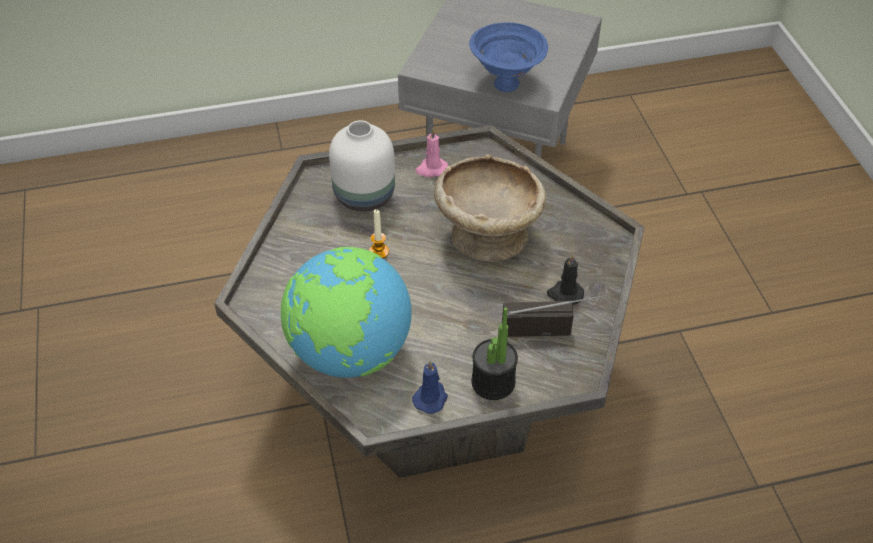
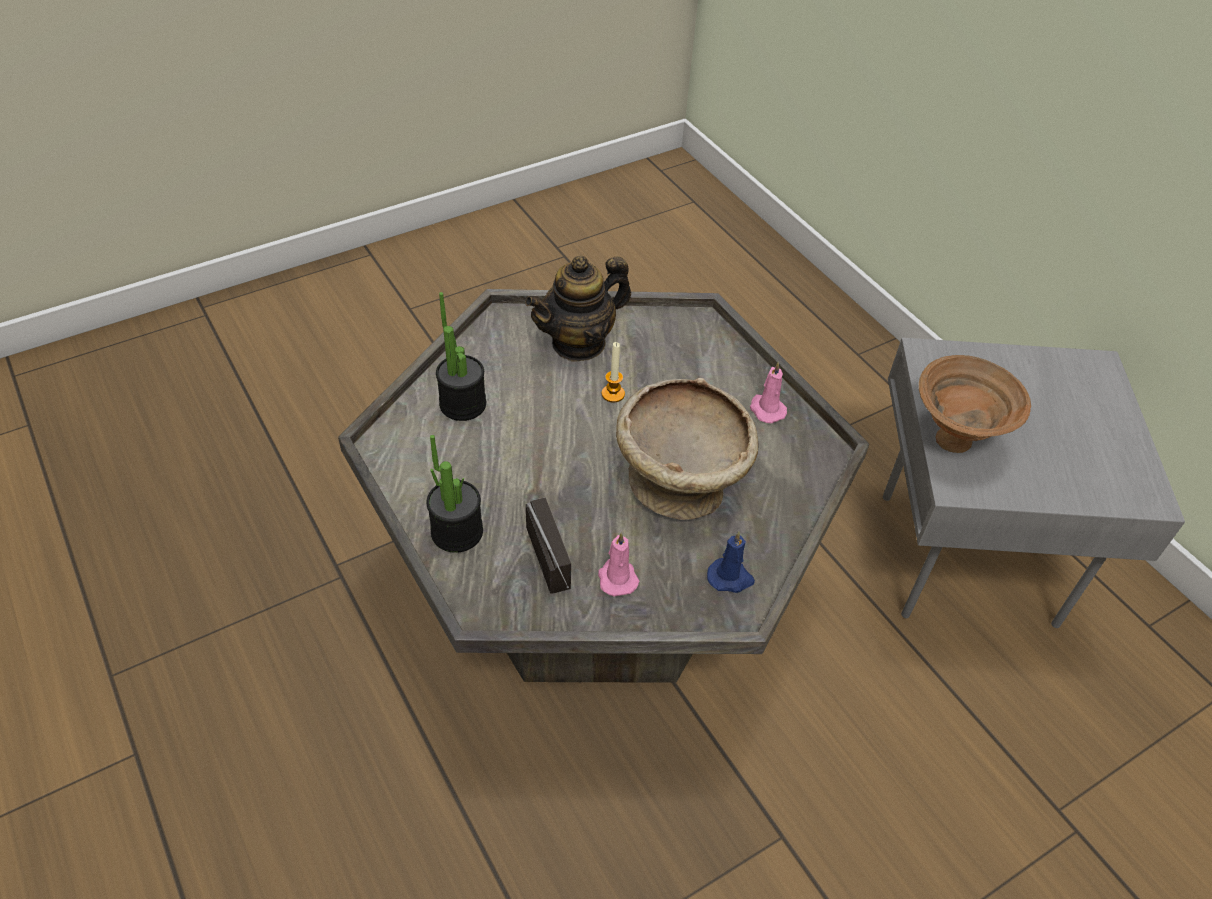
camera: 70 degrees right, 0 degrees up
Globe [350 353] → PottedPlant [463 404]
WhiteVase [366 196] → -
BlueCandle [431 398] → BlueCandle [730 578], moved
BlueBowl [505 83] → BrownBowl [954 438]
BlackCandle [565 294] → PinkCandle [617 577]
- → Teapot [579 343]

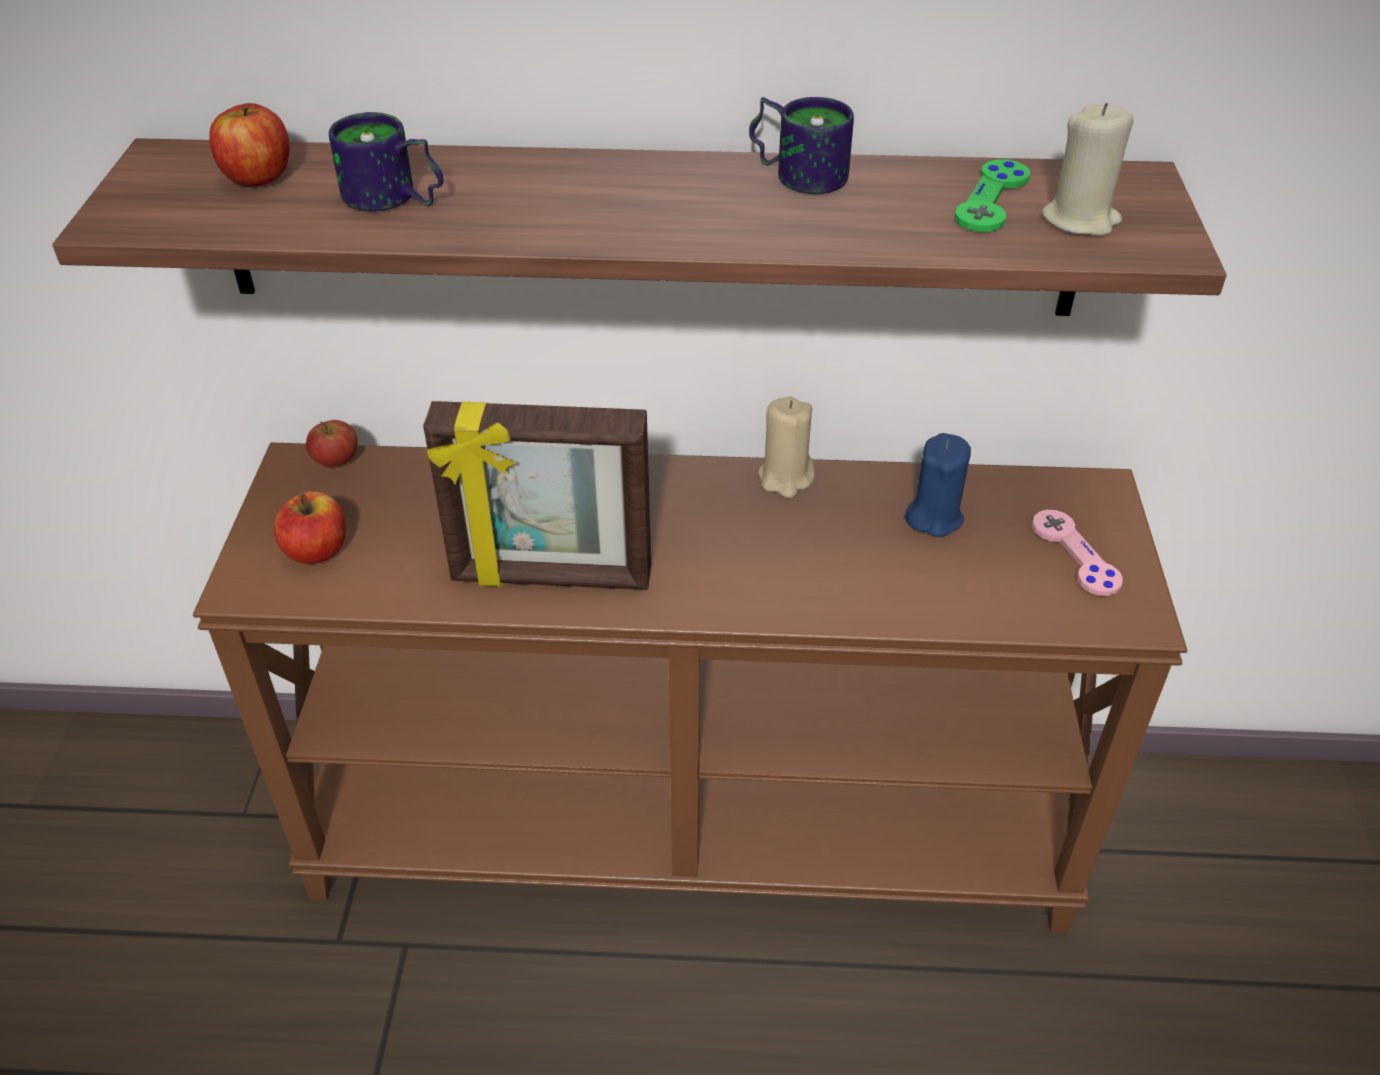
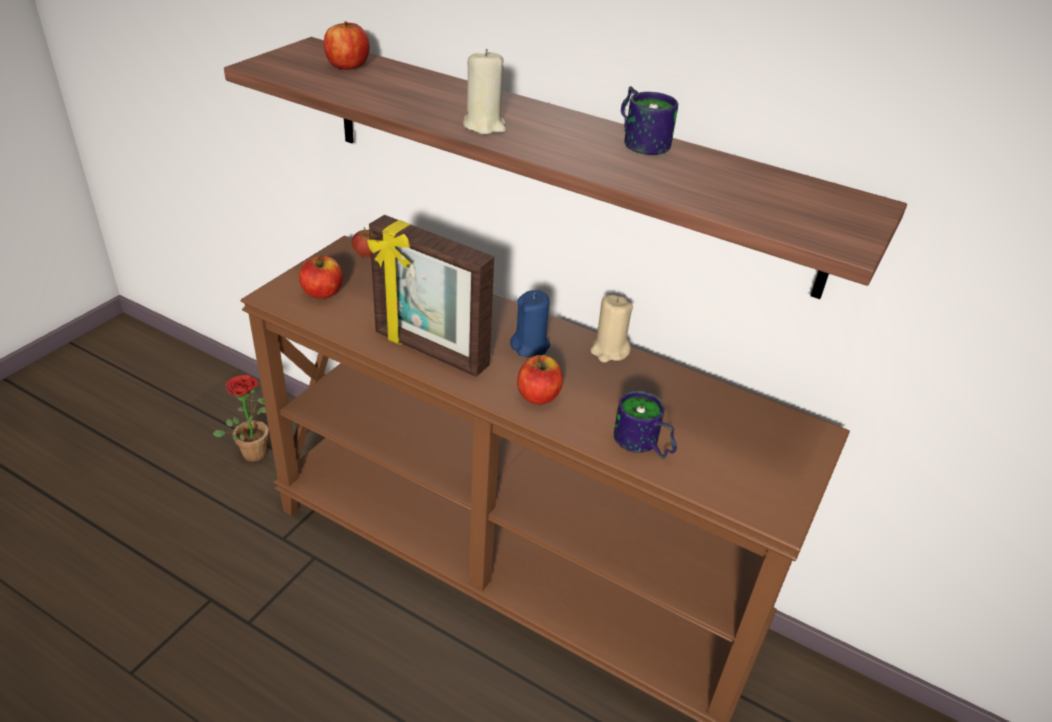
camera: 25 degrees right, 5 degrees down
Mug [392 201] → Mug [642 446], moved
BlueCandle [934 517] → BlueCandle [530 346], moved
GreenGameController [992 199] → -
PinkGameController [1075 554] → -
BeigeCandle [1080 219] → BeigeCandle [484 126], moved
- → PottedPlant [254 450]
- → Apple [538 396]

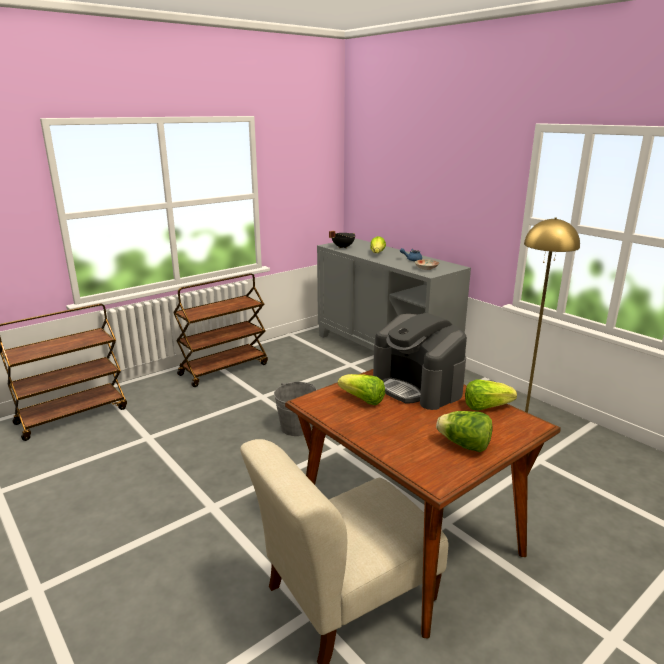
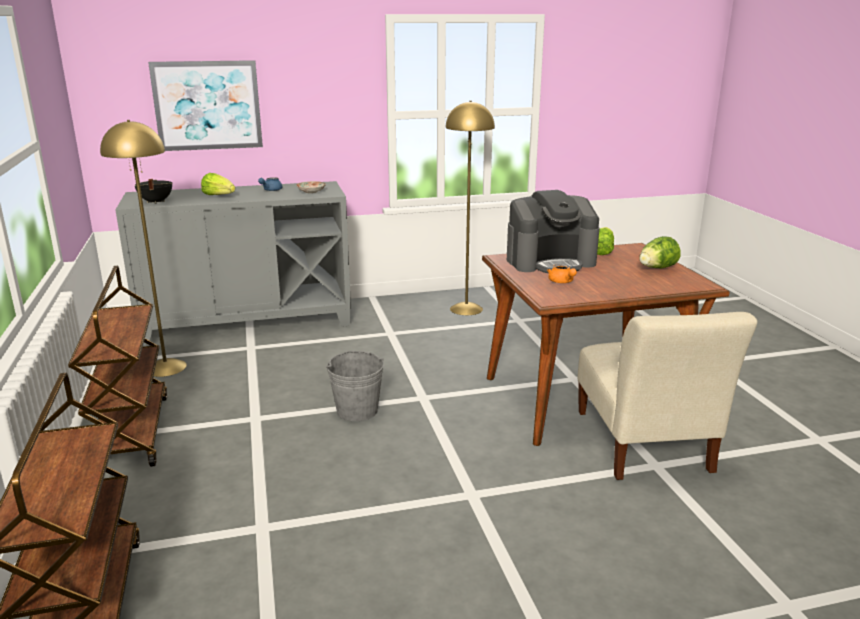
camera: 65 degrees left, 0 degrees up
Lettuce [362 400] → OrangeTeapot [562 282]
- → YellowFloorLamp [165 367]
- → Picture [207 105]

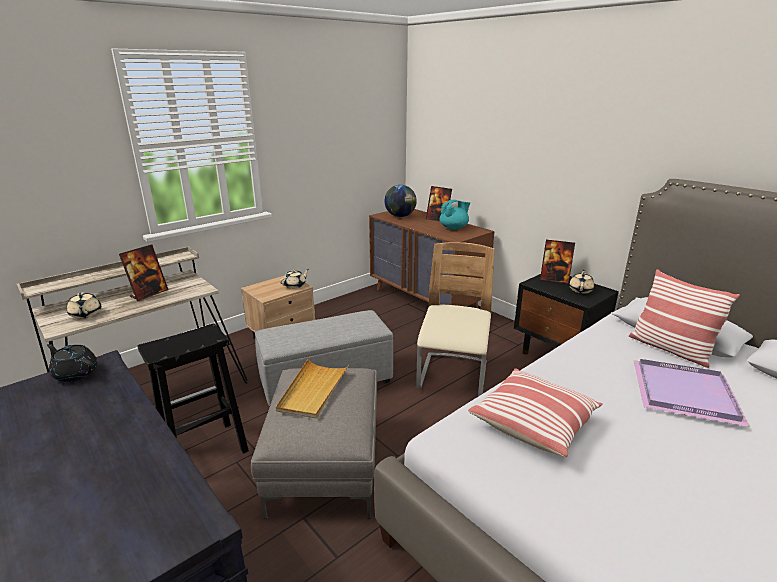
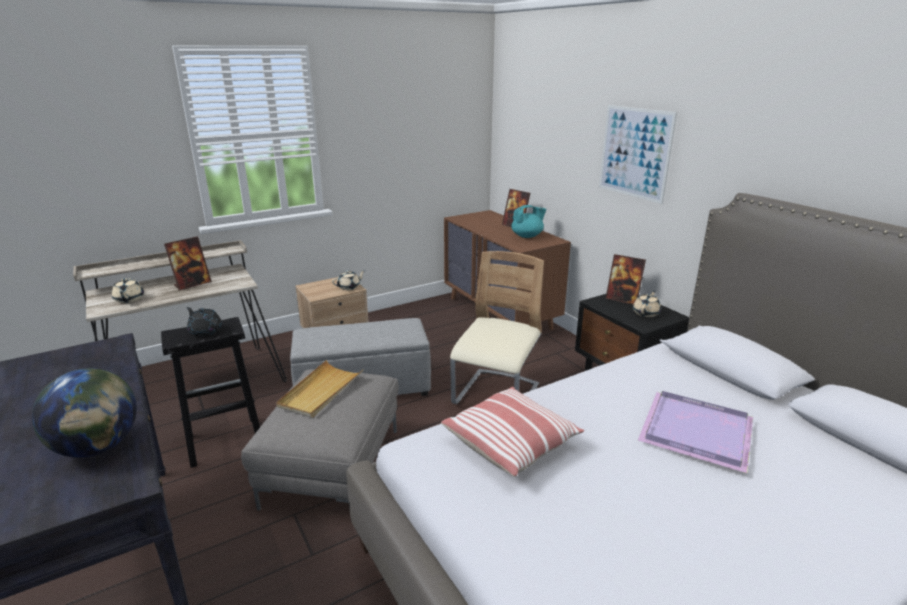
camera: 10 degrees right, 0 degrees up
BlackTeapot [75 373] → BlackTeapot [205 331], moved
Globe [400 216] → Globe [98 447], moved
Pillow [670 349] → -
- → Picture [635 153]

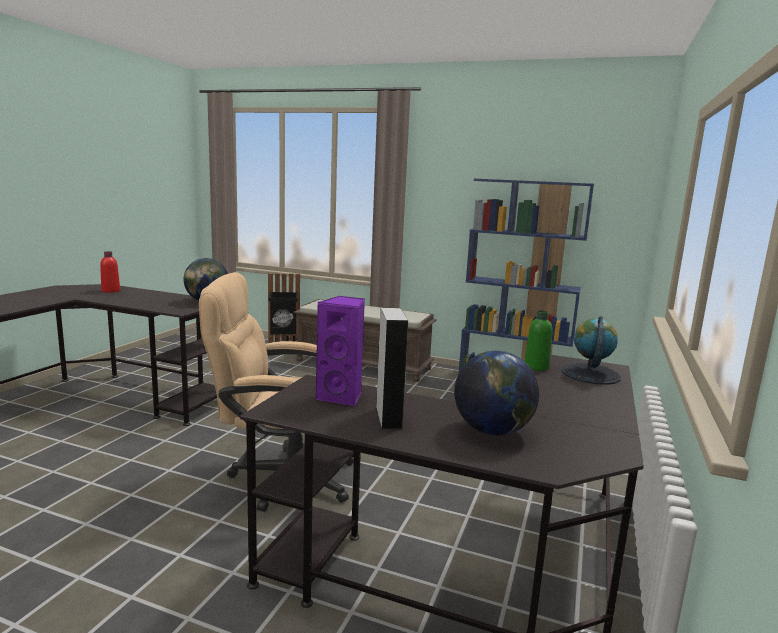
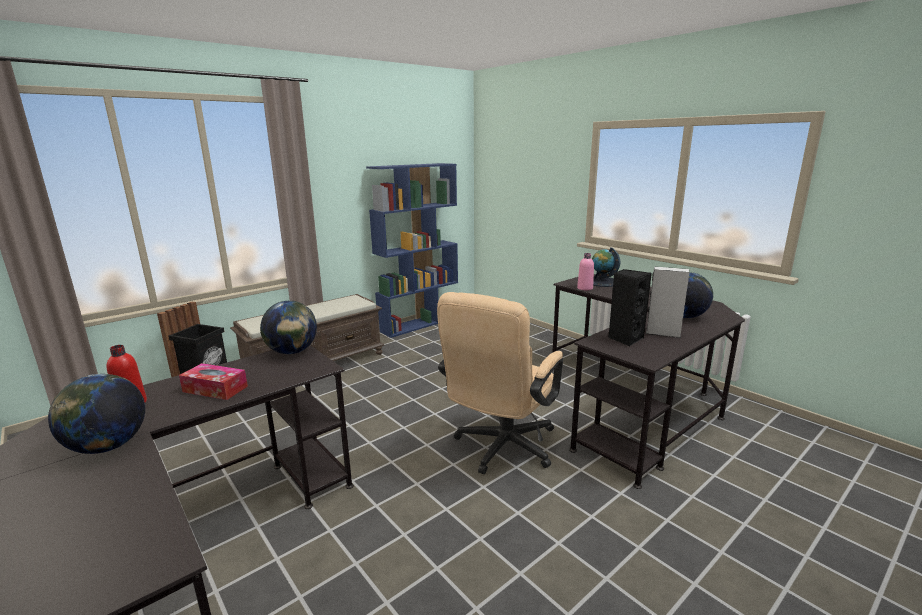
camera: 60 degrees left, 5 degrees up
PurpleSpeaker [342 397] → BlackSpeaker [625 338]
GreenBottle [536 367] → PinkBottle [585 288]
- → Globe [108 447]
- → TissueBox [215 389]

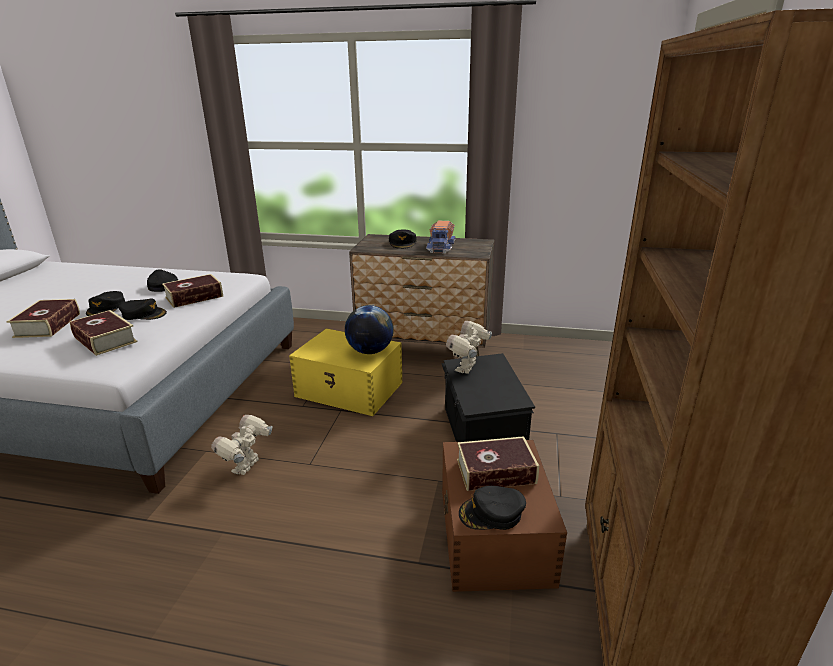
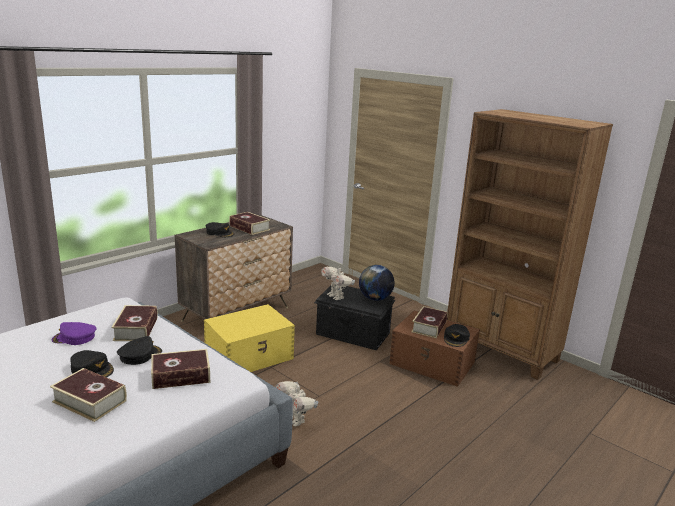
camera: 60 degrees left, 5 degrees down
BlackCap [162 286] → PurpleCap [74 338]
Globe [370 351] → Globe [375 299], moved
ToyTruck [441 247] → Book [249 228]

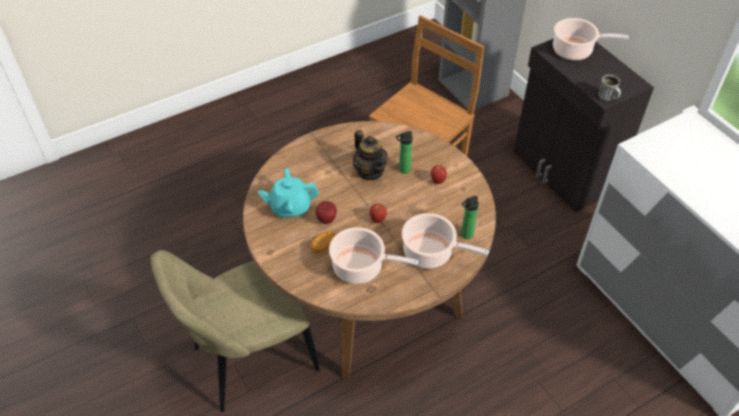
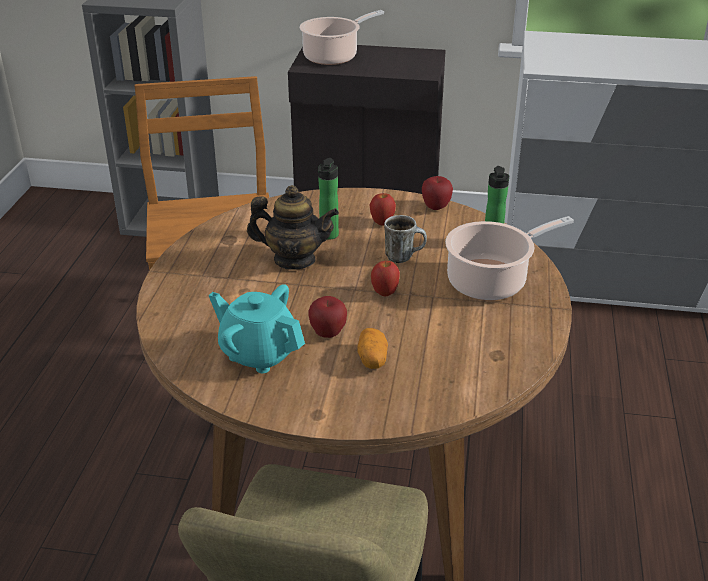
camera: 50 degrees left, 15 degrees down
TurquoiseTeapot [290 207] → TurquoiseTeapot [259 353], 90 degrees clockwise
CookingPot [361 267] → -
Mug [608 98] → Mug [404 256], moved
- → Apple [436 207]

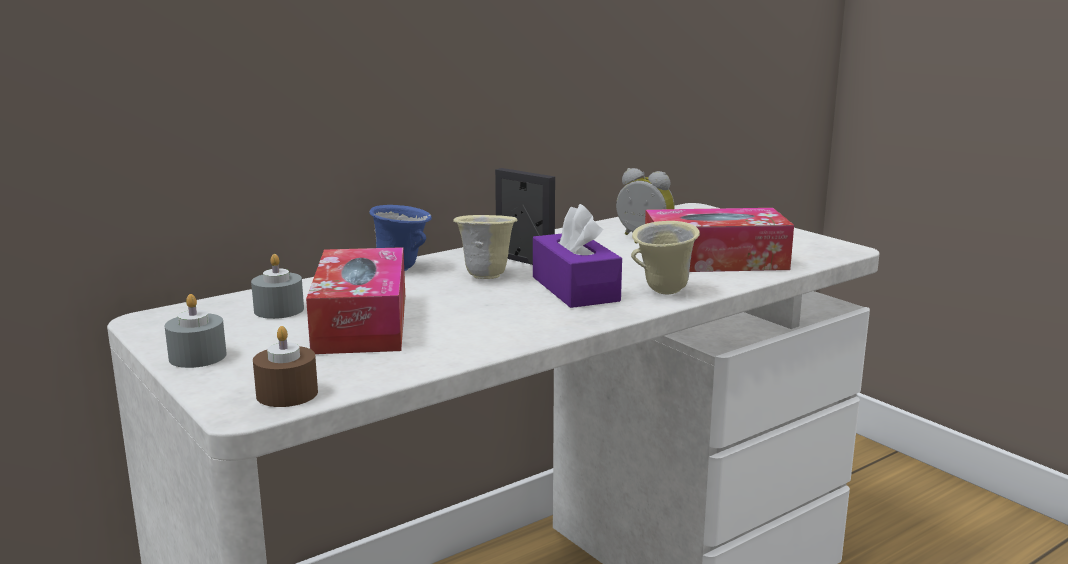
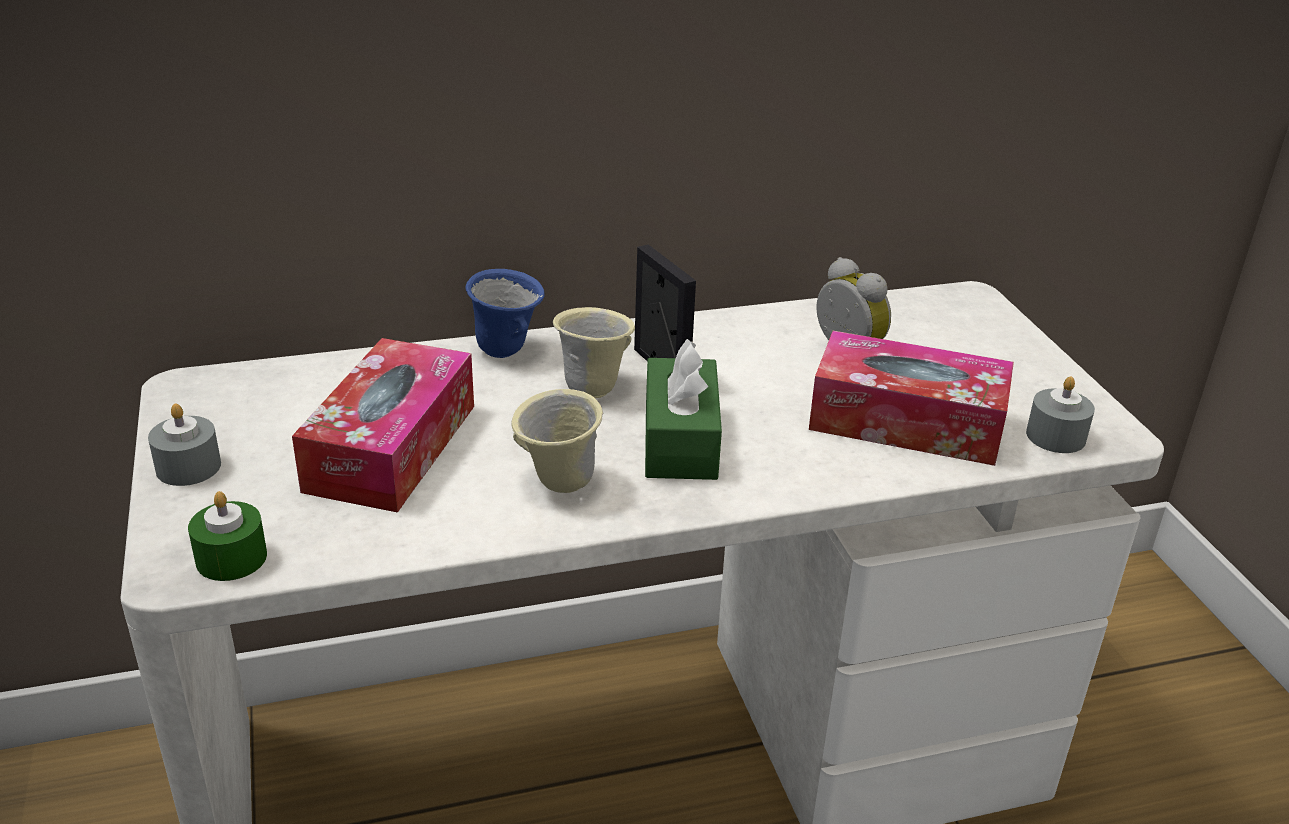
camera: 20 degrees right, 15 degrees up
GreyCandle [279 310] → GreyCandle [1055 436], moved
BrownCandle [287 394] → GreenCandle [231 558]
PurpleTissueBox [575 289] → GreenTissueBox [680 440]
BeigeMug [663 292] → BeigeMug [558 486], moved

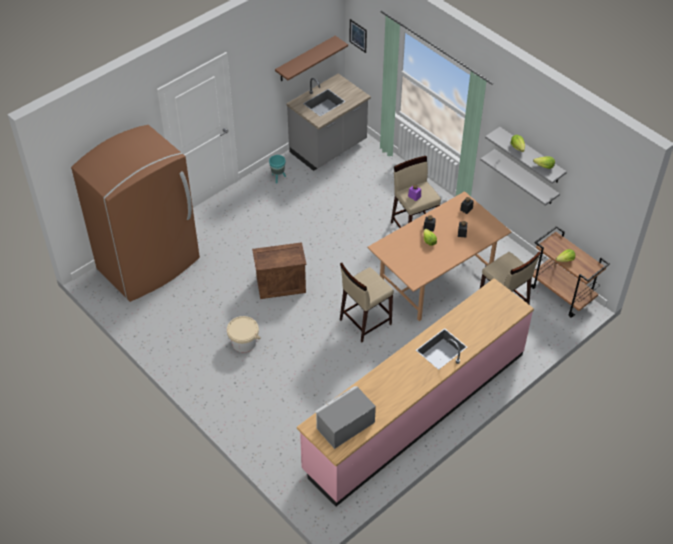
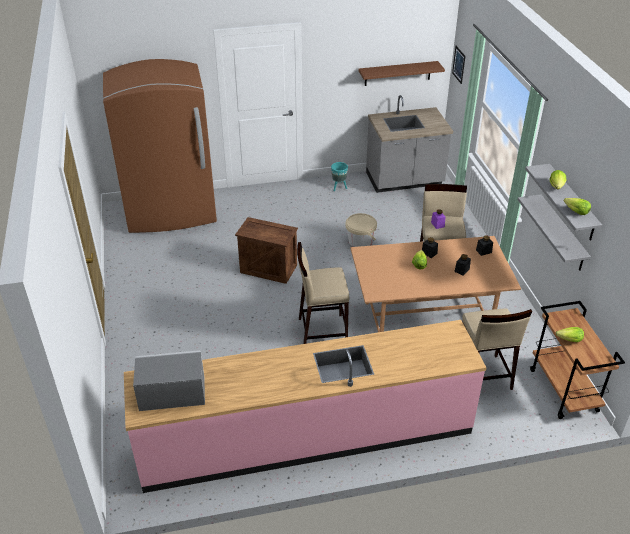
camera: 30 degrees right, 10 degrees down
BeigeBucket [244 342] → BeigeBucket [360 241], moved

